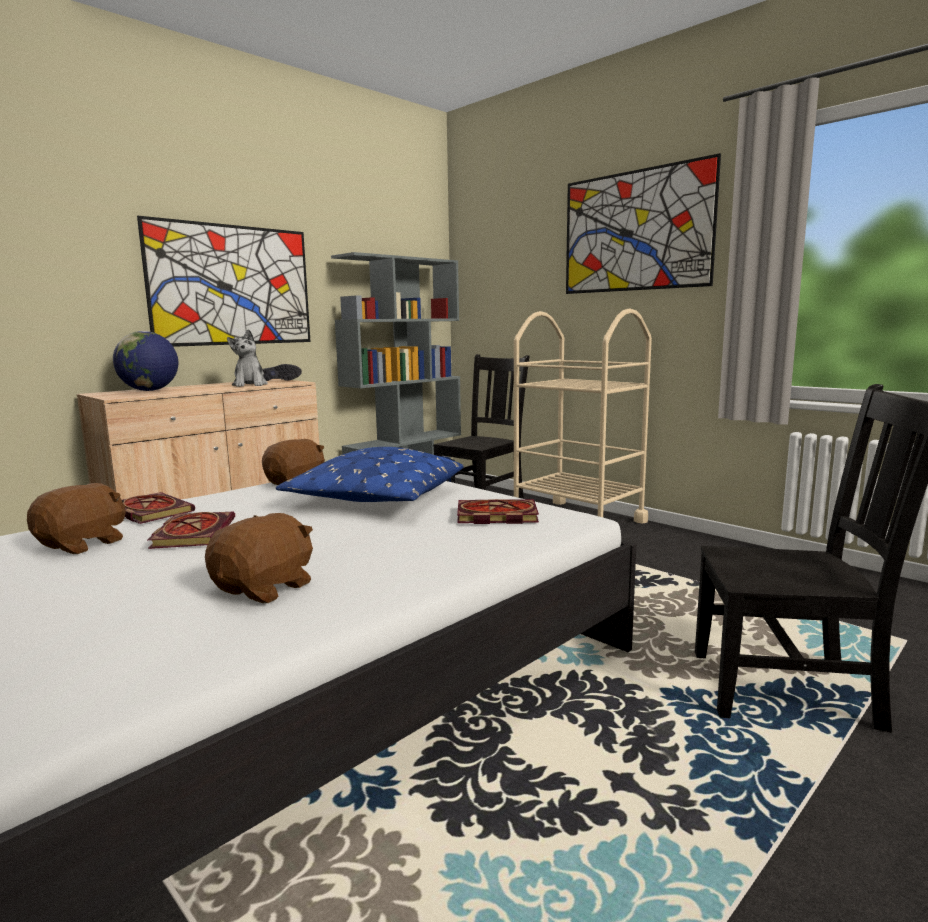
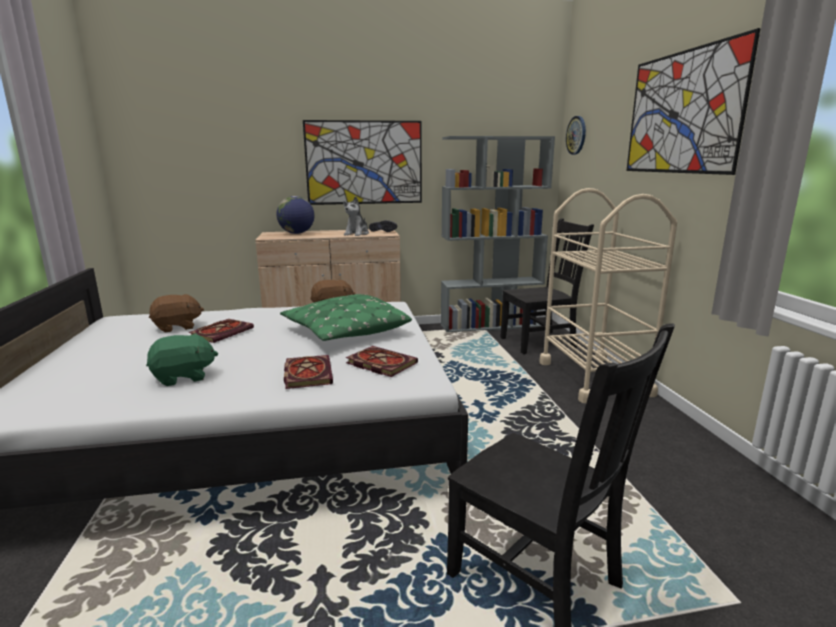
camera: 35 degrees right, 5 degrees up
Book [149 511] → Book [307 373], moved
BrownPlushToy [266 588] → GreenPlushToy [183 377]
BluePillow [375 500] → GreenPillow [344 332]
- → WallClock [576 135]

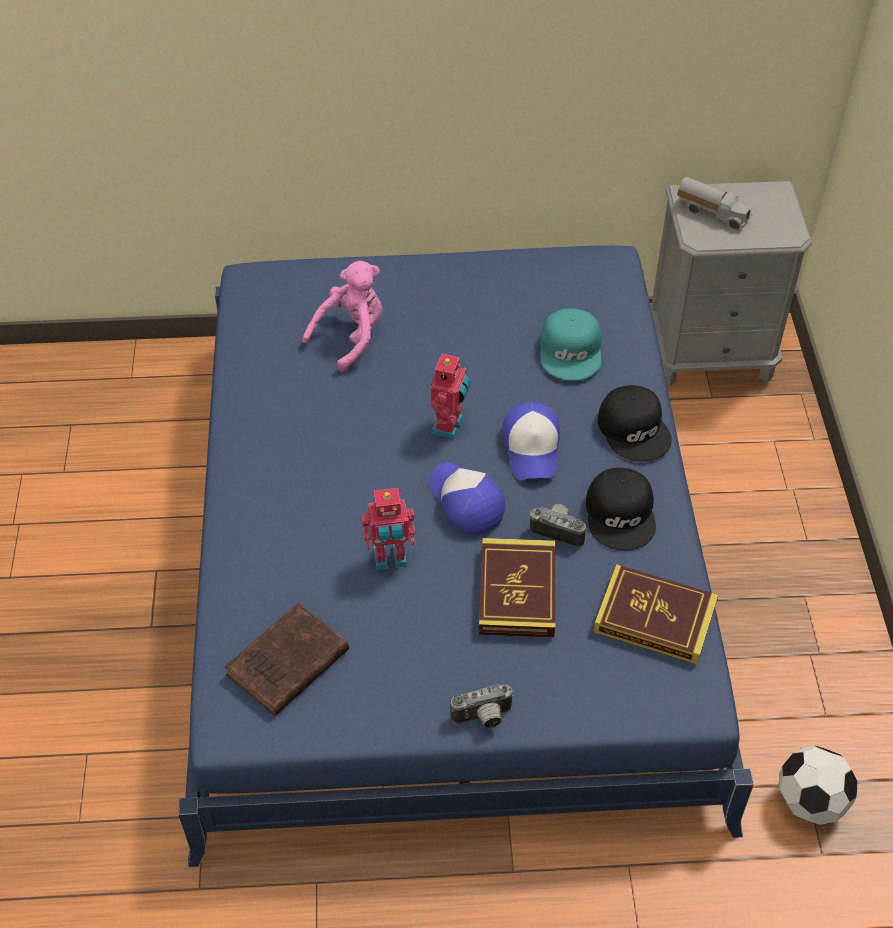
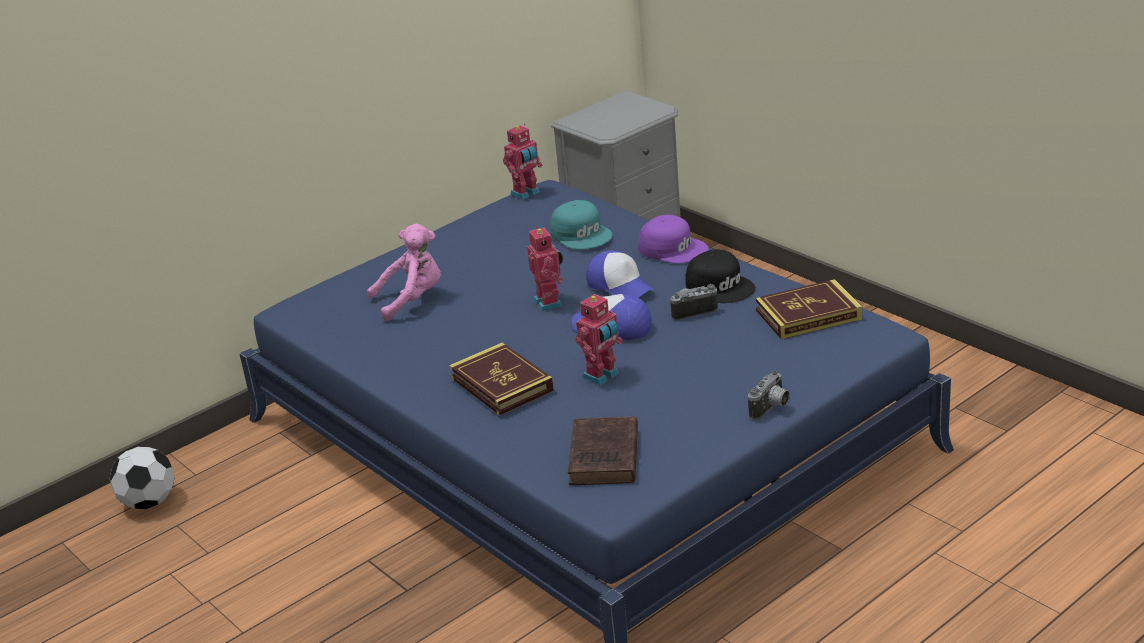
camera: 35 degrees left, 20 degrees down
PinkPlushToy [351 337] → PinkPlushToy [412 300], 60 degrees clockwise
Book [517 591] → Book [501 384], moved
BlackCap [635 429] → PurpleCap [673 248]
ToyTruck [713 213] → -
Football [810 802] → Football [149 502], moved
- → ToyRobot [526 193]

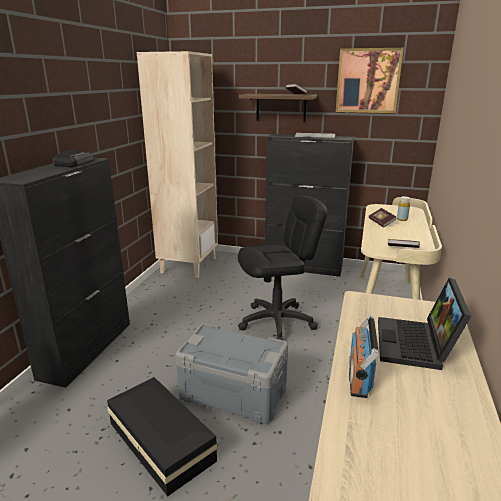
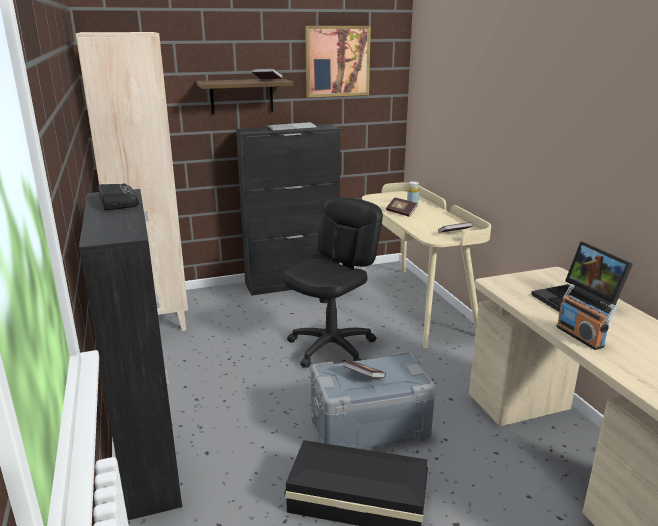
camera: 35 degrees left, 0 degrees up
- → Book [363 377]

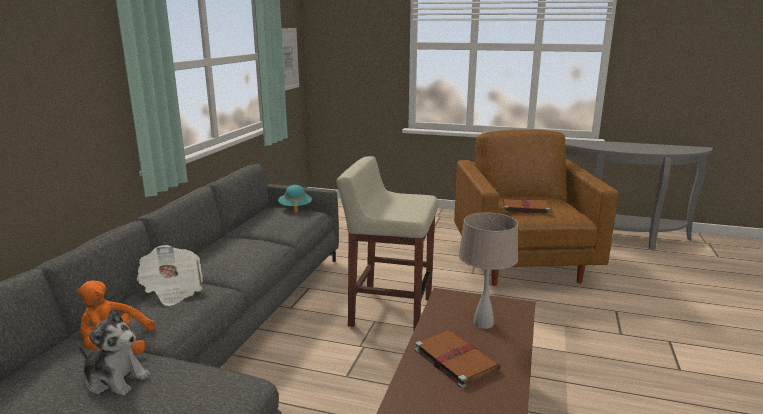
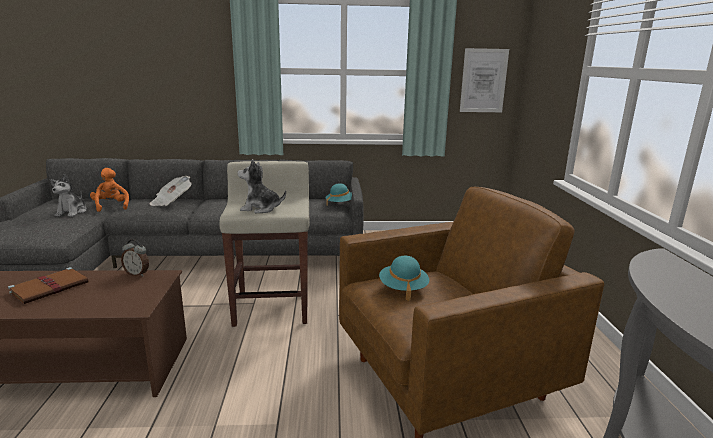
camera: 70 degrees right, 0 degrees up
BeigeTableLamp [483 323] → -
BrownBook [524 208] → TurquoiseHat [403 288]
- → AlarmClock [137 274]
- → PlushToy [260 209]

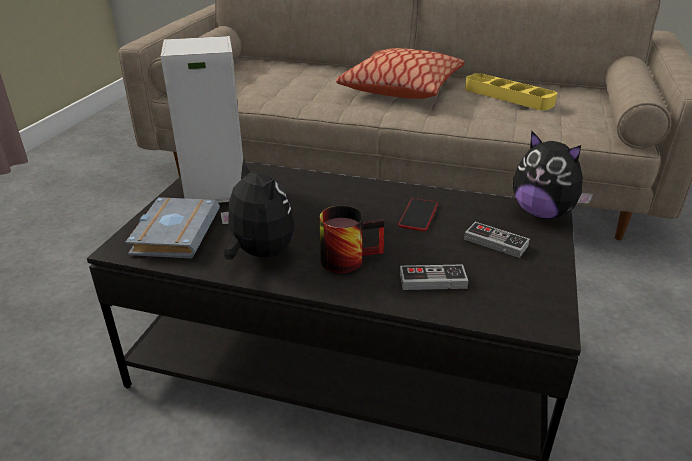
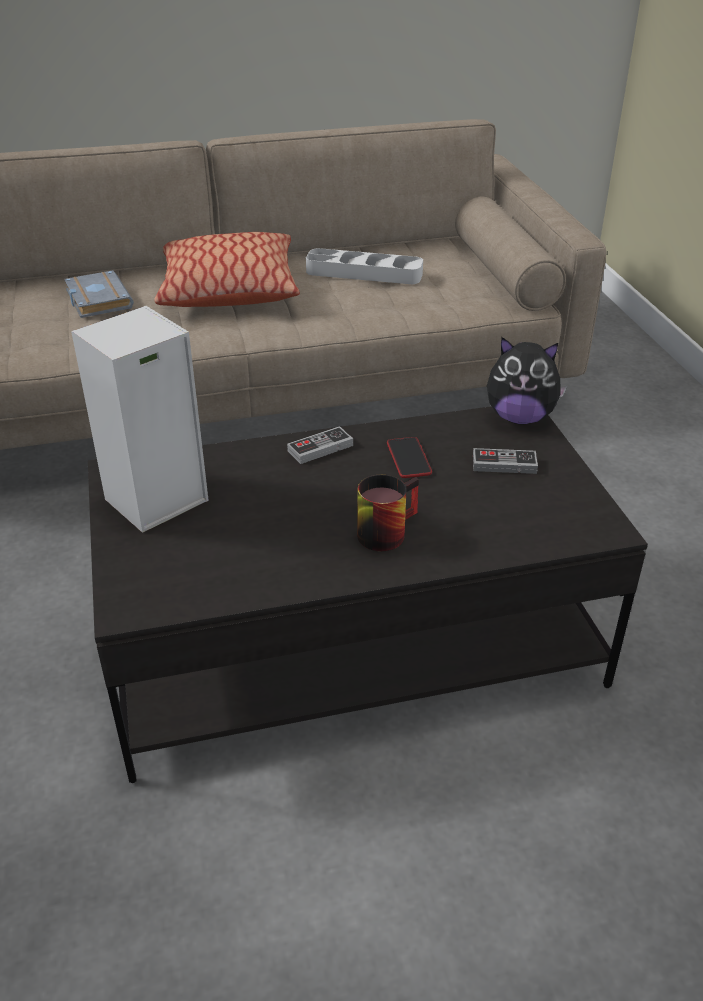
camera: 30 degrees left, 5 degrees up
GreyBook [174 232] → GreyBook [96 299], moved
PlushToy [259 253] → -
GameController [432 280] → GameController [320 448], moved
YellowTray [508 96] → GreyTray [364 273]

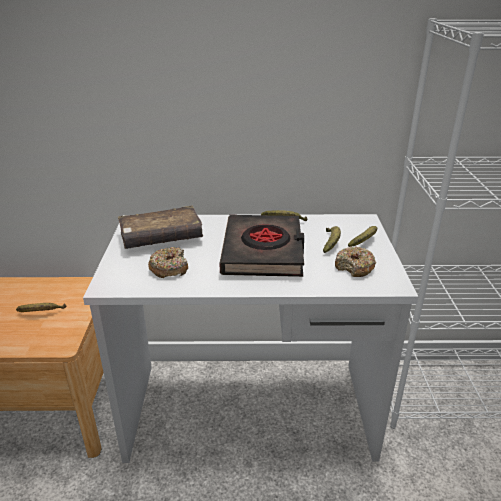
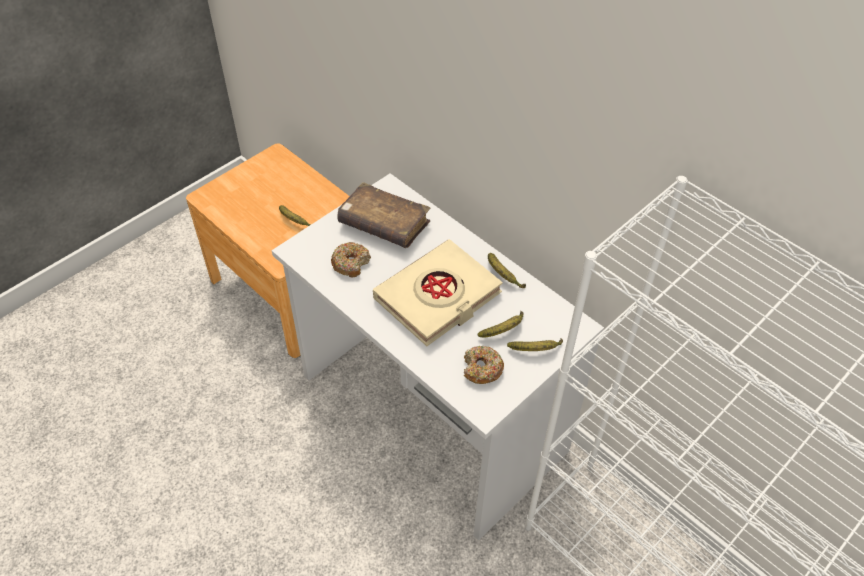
camera: 45 degrees right, 20 degrees up
BlackBook [263 251] → BeigeBook [438 297]

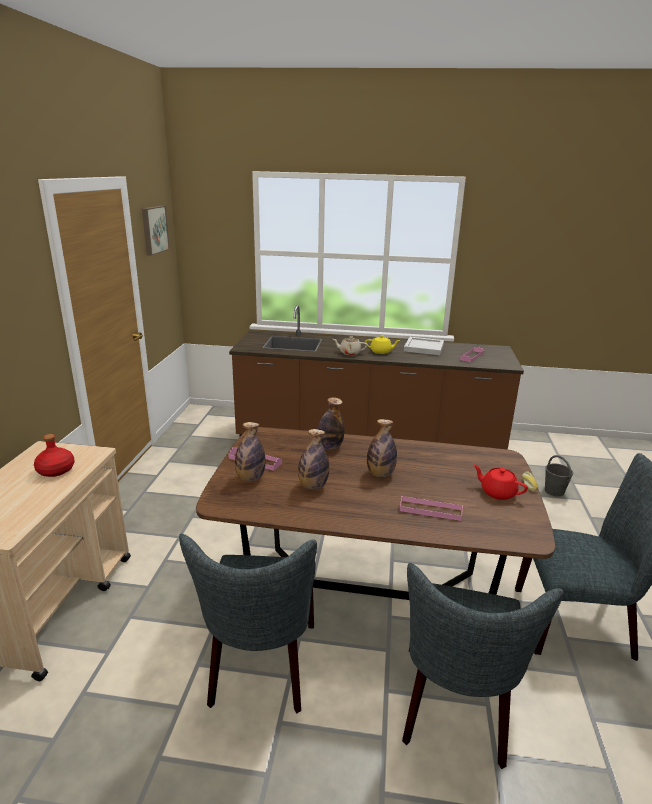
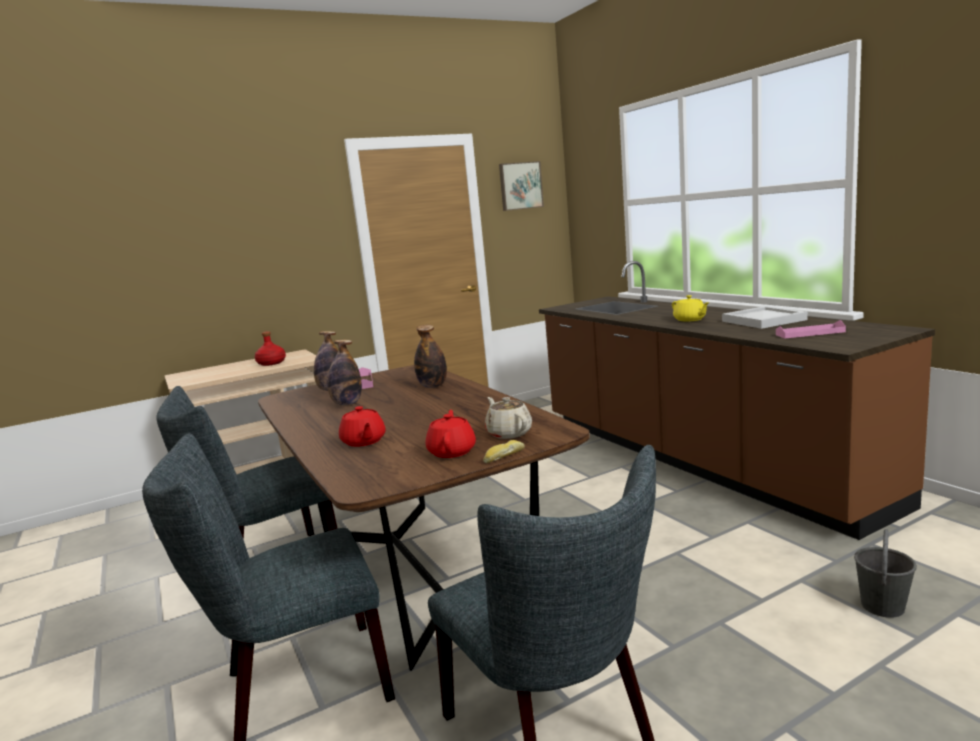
camera: 55 degrees right, 10 degrees down
BeigeTeapot [349 353] → BeigeTeapot [508 433], moved
Bottle [380 474] → -
PinkTray [430 510] → RedTeapot [363 442]

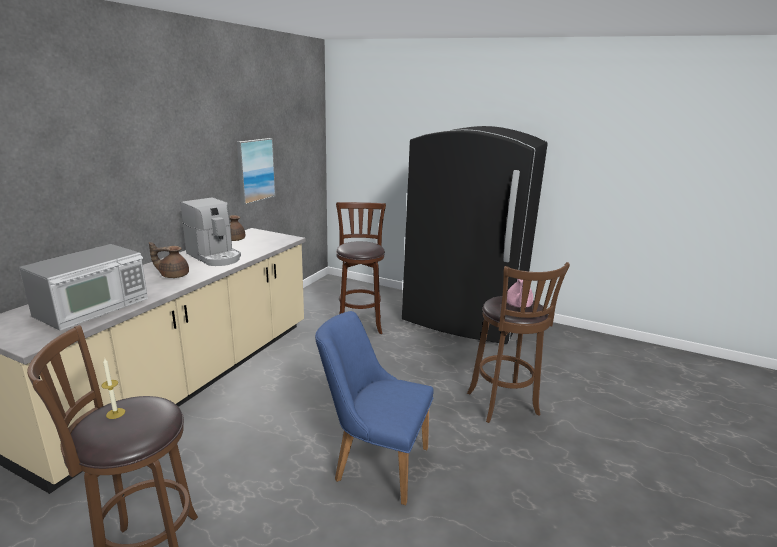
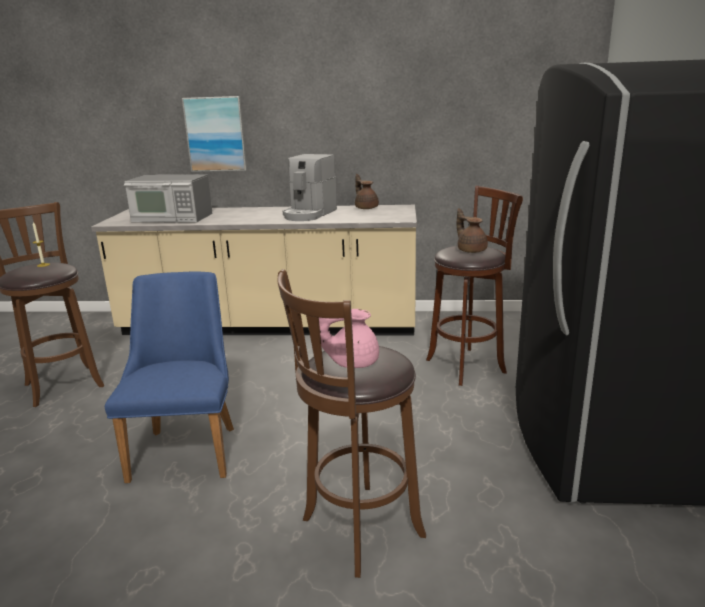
camera: 70 degrees right, 0 degrees up
BrownTeapot [173 275] → BrownTeapot [471 250], moved
Picture [255 170] → Picture [215 134], moved

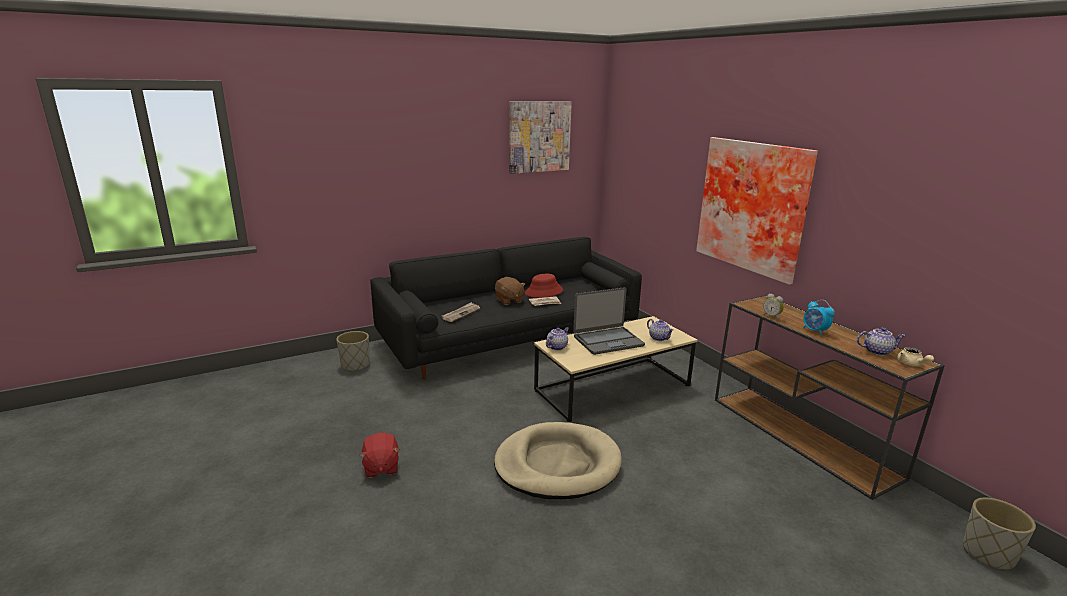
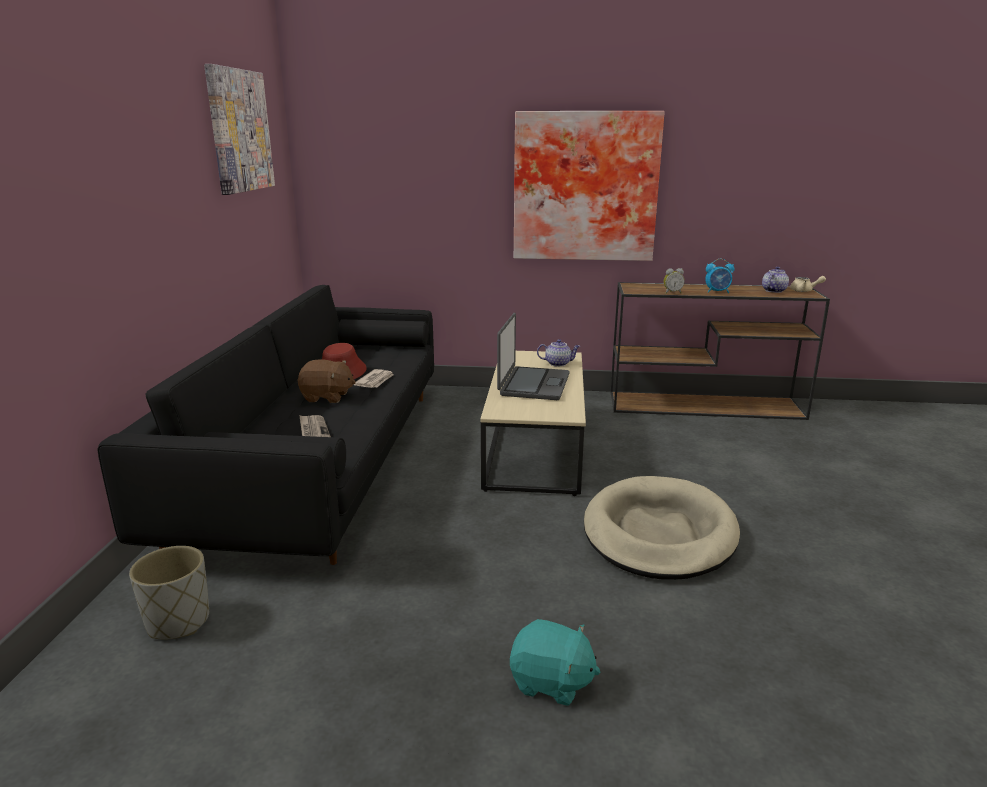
camera: 55 degrees left, 0 degrees up
RedPlushToy [381 467] → TurquoisePlushToy [551 682]
Teapot [556 347] → -
GreyPlanter [988 554] → -

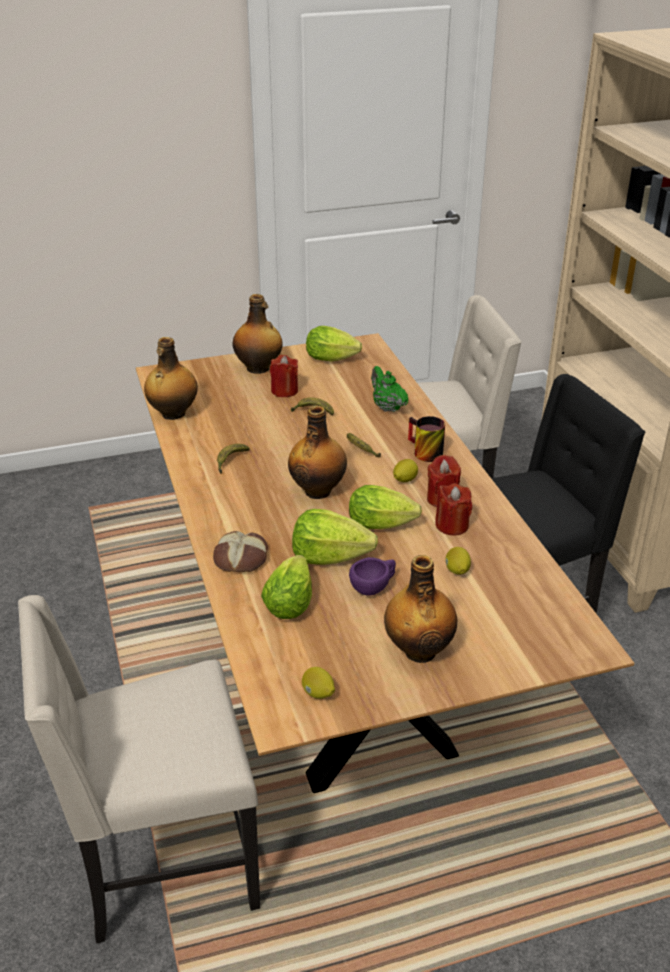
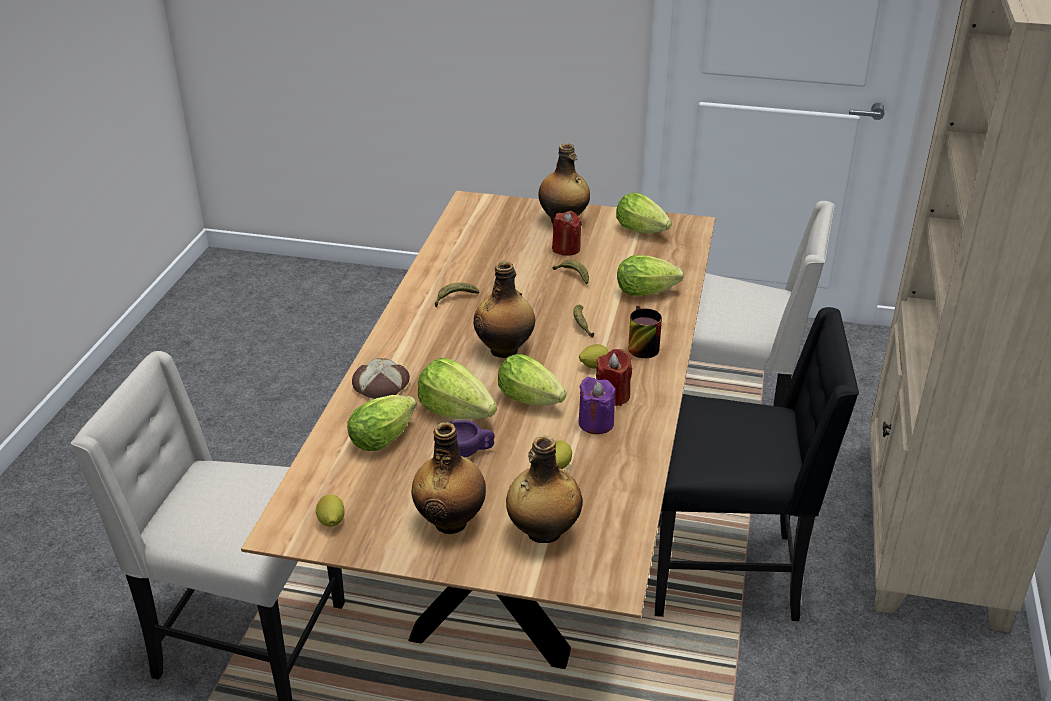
camera: 30 degrees right, 0 degrees up
Bottle [173 414] → Bottle [543 532], moved
GreenTeapot [387 407] → Lettuce [649 292]
RedCandle [452 525] → PurpleCandle [596 423]

